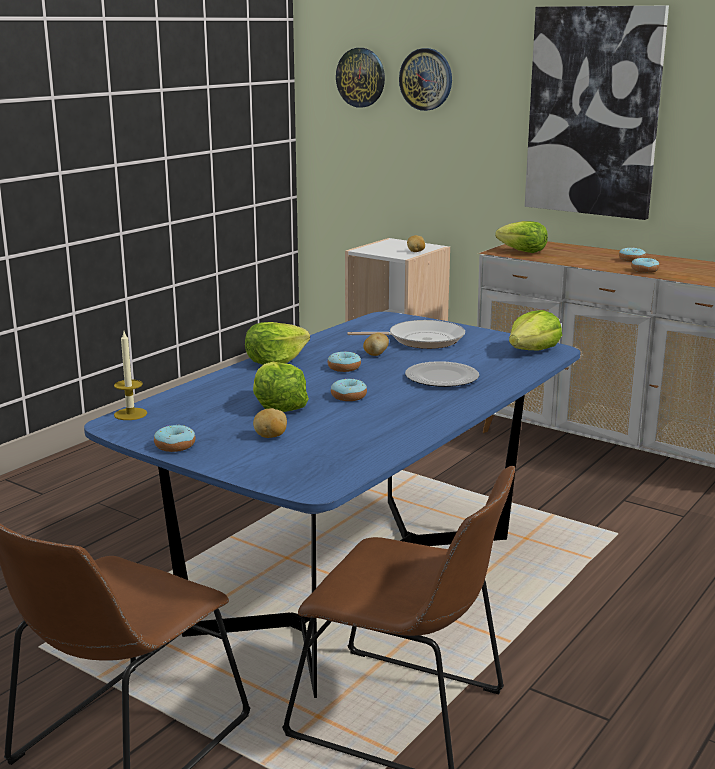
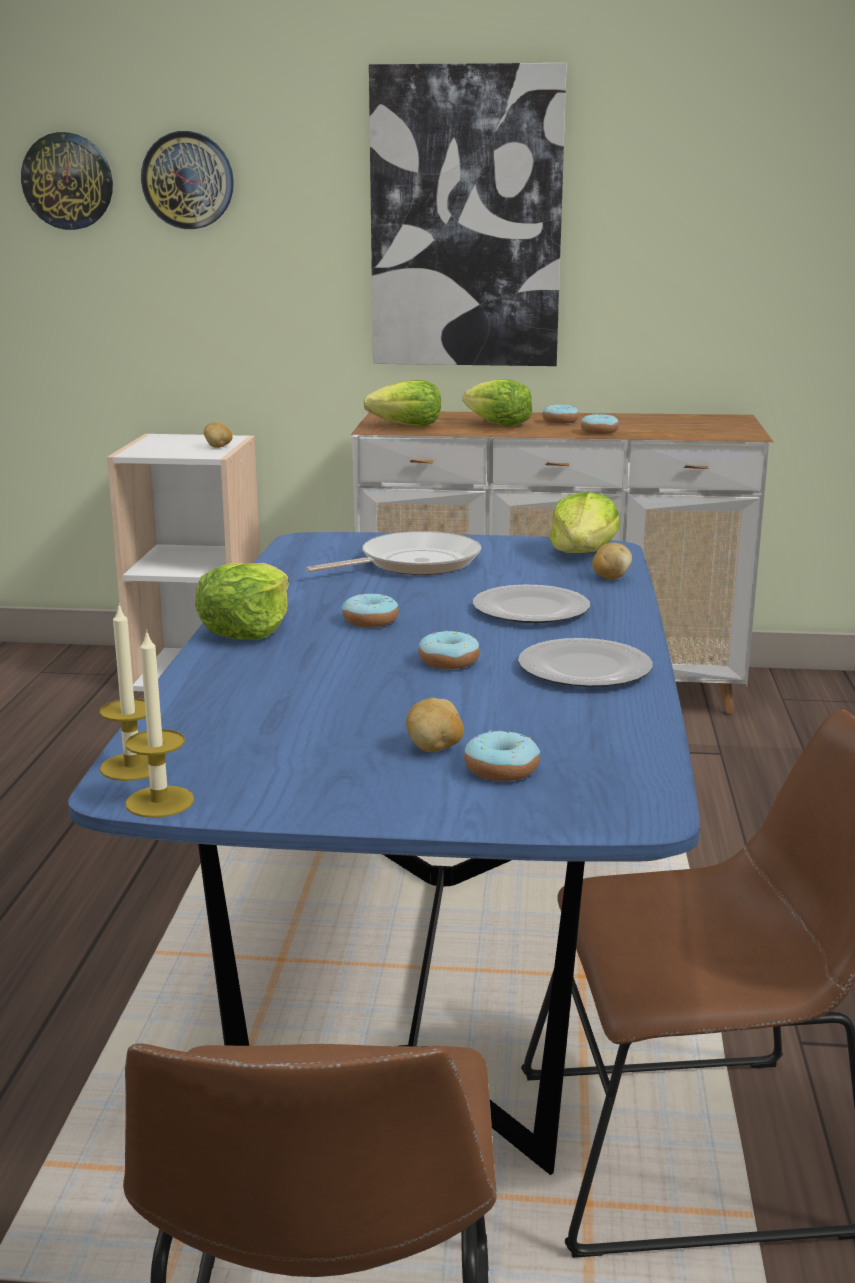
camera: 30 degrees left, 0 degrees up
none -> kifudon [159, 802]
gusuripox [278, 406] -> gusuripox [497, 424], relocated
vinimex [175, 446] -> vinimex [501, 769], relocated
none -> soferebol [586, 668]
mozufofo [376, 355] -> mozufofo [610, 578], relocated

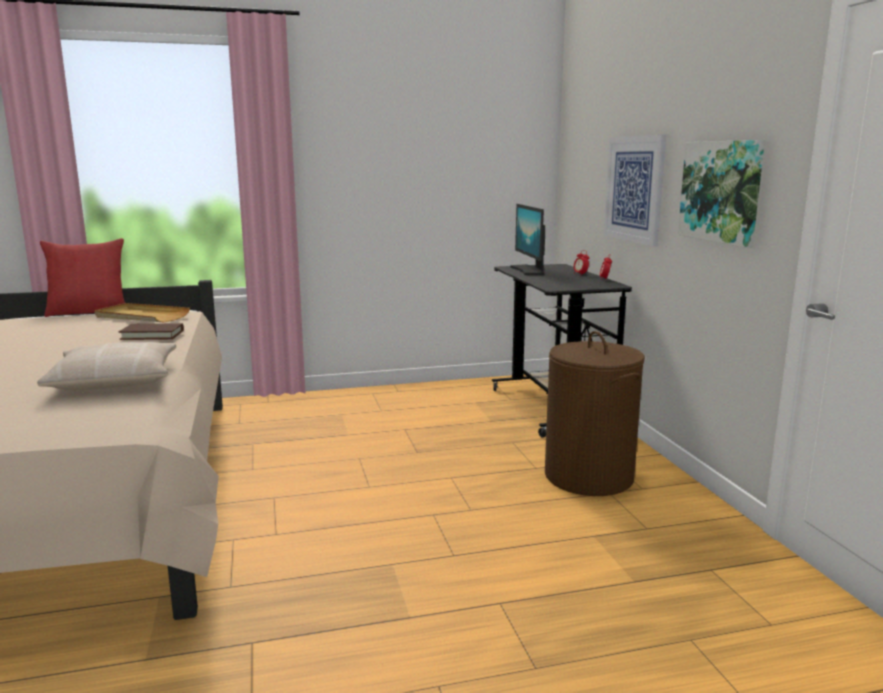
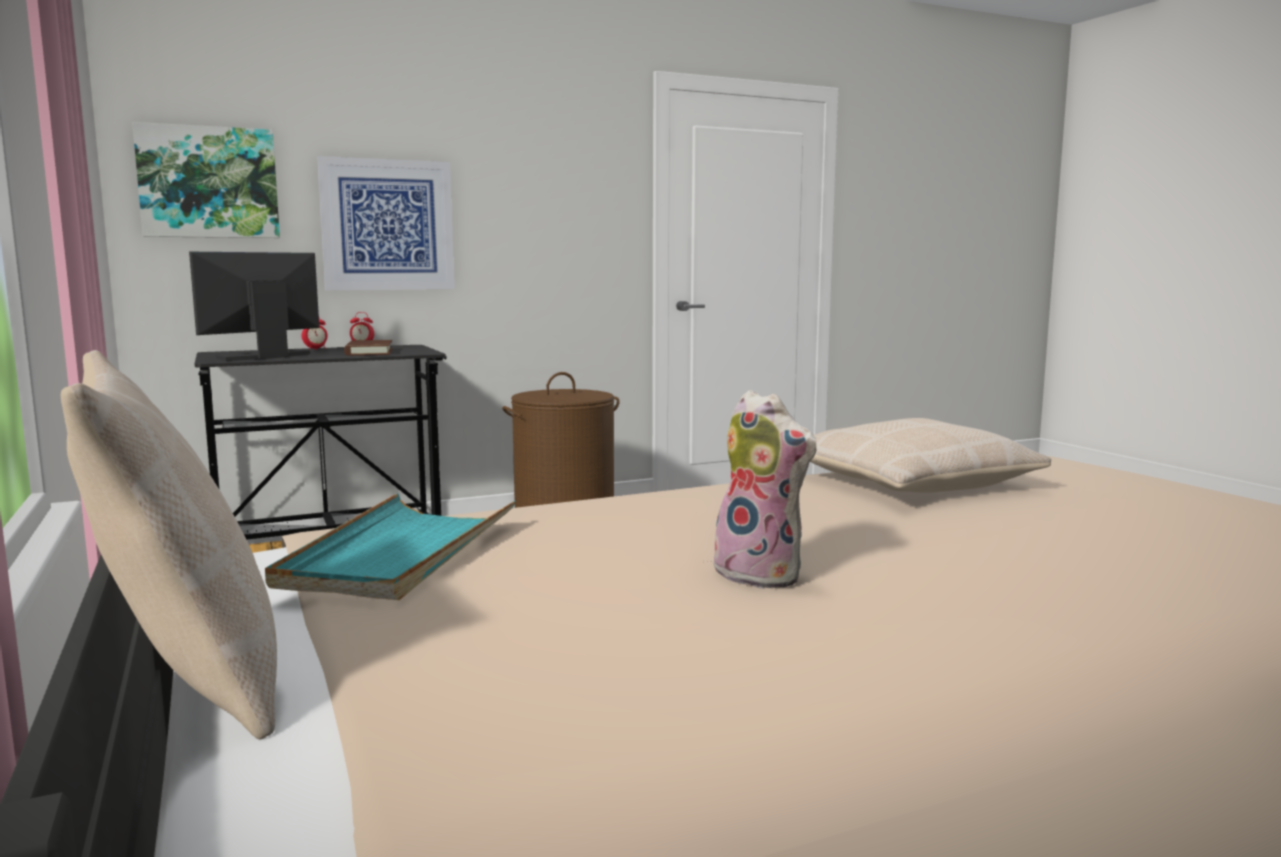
camera: 100 degrees left, 5 degrees down
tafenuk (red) [89, 312] -> tafenuk (beige) [188, 677]
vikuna [721, 191] -> vikuna [208, 182], relocated
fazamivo [529, 270] -> fazamivo [264, 357], 150 degrees clockwise
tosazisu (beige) [141, 316] -> tosazisu (turquoise) [400, 553]
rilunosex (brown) [152, 335] -> rilunosex (brown) [369, 352], relocated
none -> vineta [763, 574]

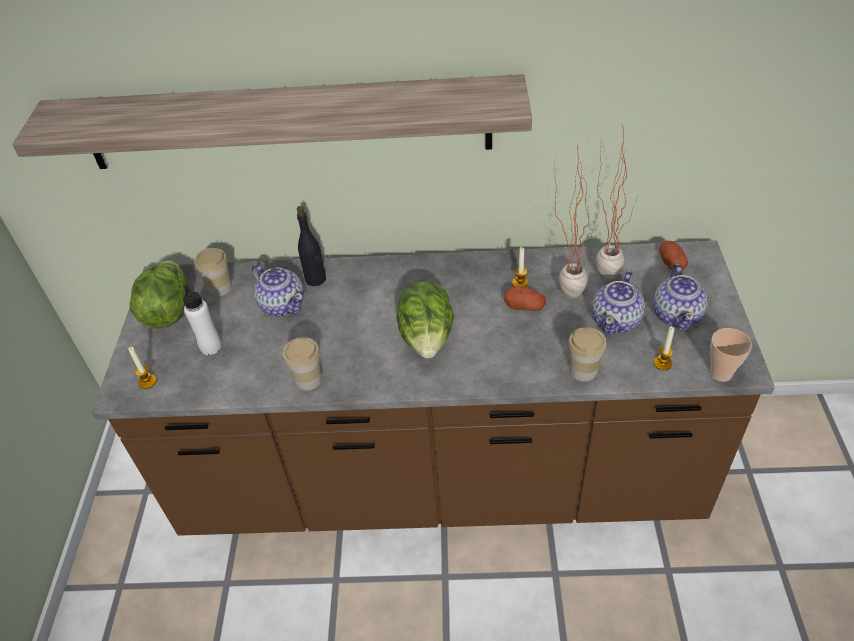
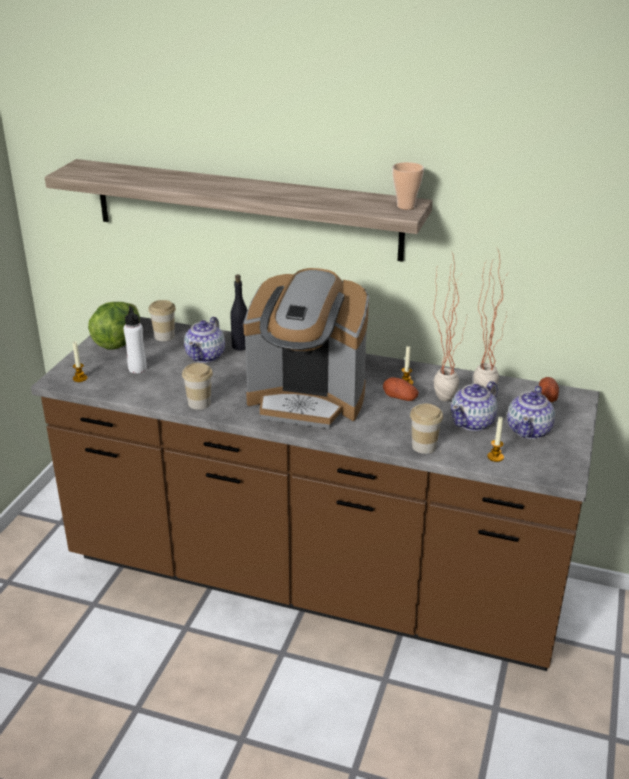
camera: 15 degrees right, 15 degrees down
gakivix [282, 304] -> gakivix [206, 356], 45 degrees clockwise
gusuripox [427, 339] -> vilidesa [307, 400]
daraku [720, 373] -> daraku [405, 206], relocated

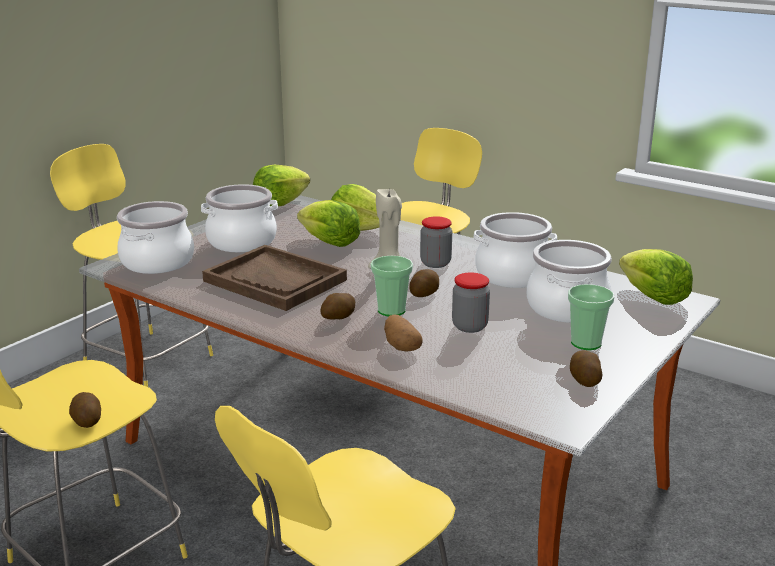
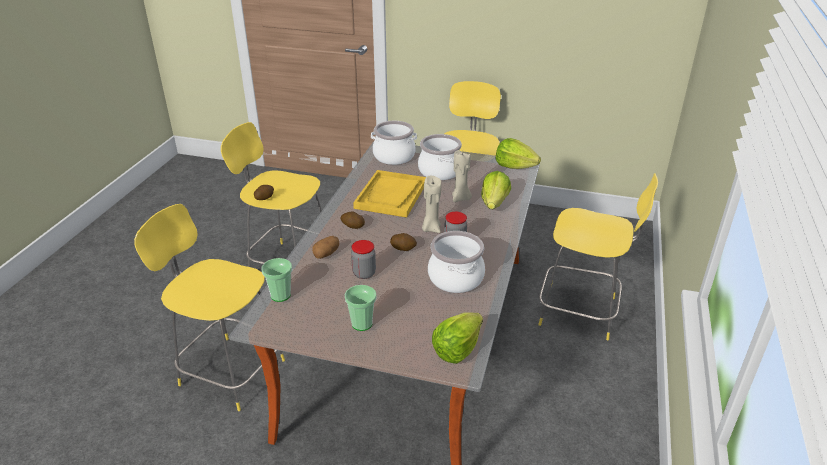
camera: 70 degrees right, 10 degrees up
daraku [391, 310] -> daraku [280, 295], relocated
tosazisu (brown) [275, 280] -> tosazisu (yellow) [391, 195]
gusuripox [329, 242] -> kifudon (beige) [461, 198]
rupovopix [566, 308] -> none
mozufofo [584, 380] -> none

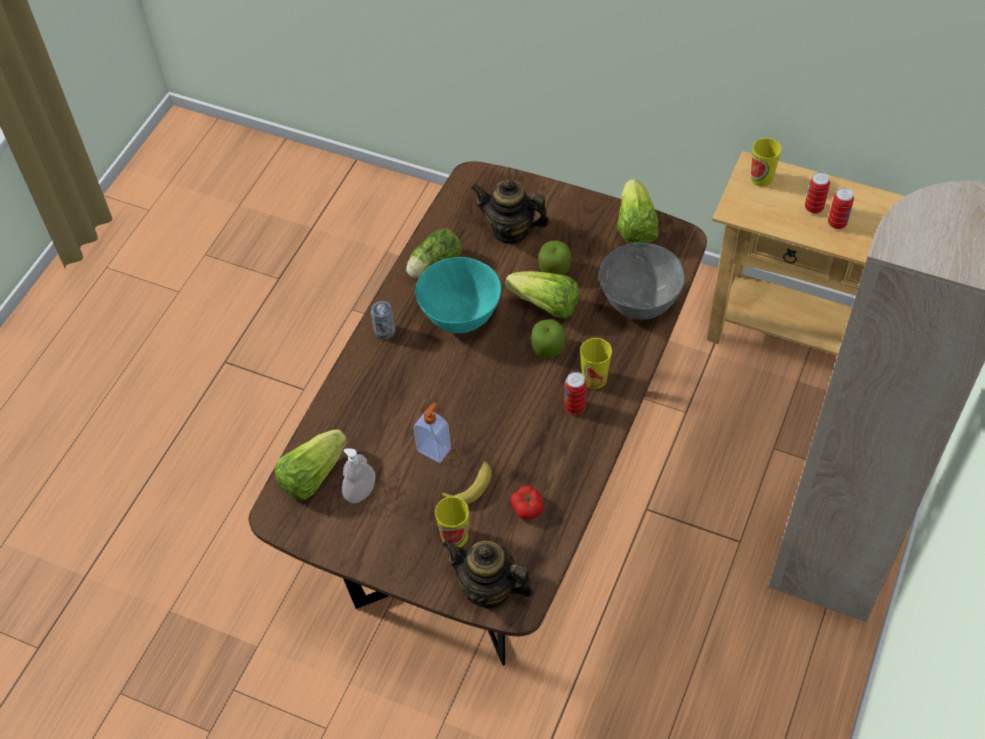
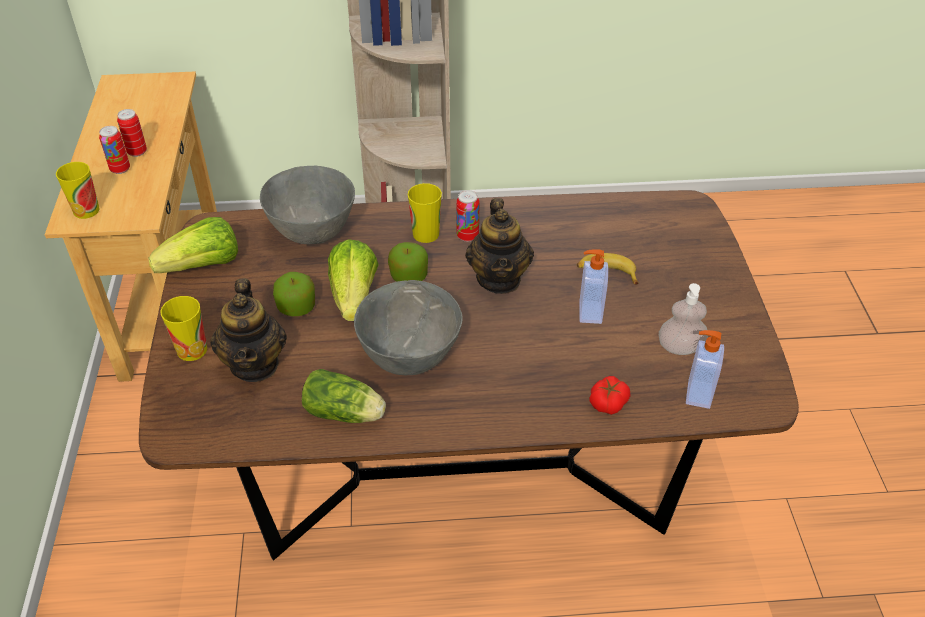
camera: 120 degrees left, 10 degrees down
daraku [454, 536] -> daraku [192, 350], relocated
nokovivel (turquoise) [461, 316] -> nokovivel (grey) [409, 358]
gakivix [488, 589] -> gakivix [499, 278], relocated
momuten [527, 507] -> momuten [608, 402], relocated
gusuripox [312, 475] -> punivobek [697, 394]
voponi [384, 331] -> none

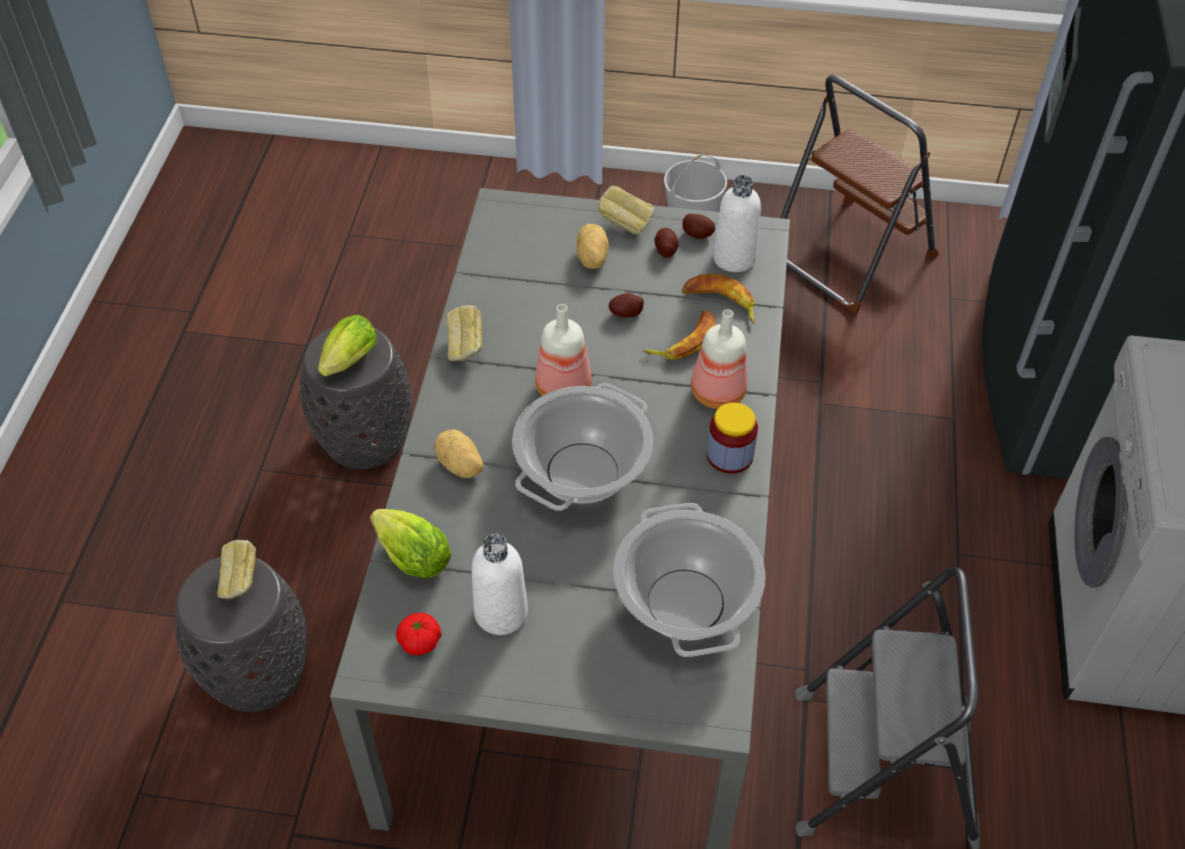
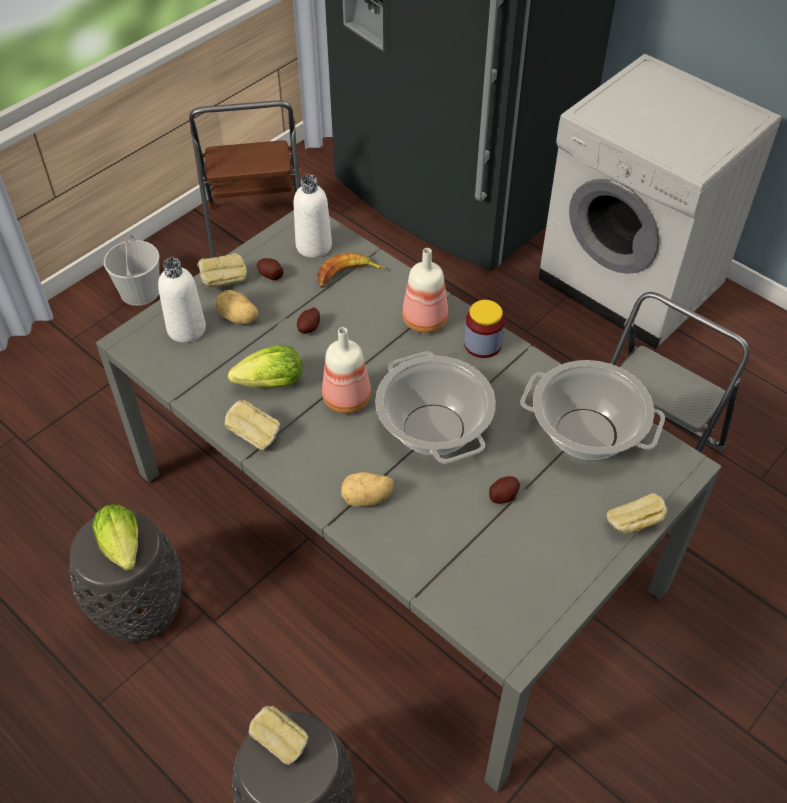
camera: 55 degrees left, 0 degrees up
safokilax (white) [501, 613] -> safokilax (white) [186, 329], relocated
gusuripox [409, 555] -> gusuripox [267, 384], relocated
mozufofo [698, 234] -> mozufofo [503, 495], relocated
none -> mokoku [633, 525]
momuten [420, 642] -> none
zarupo [684, 340] -> none

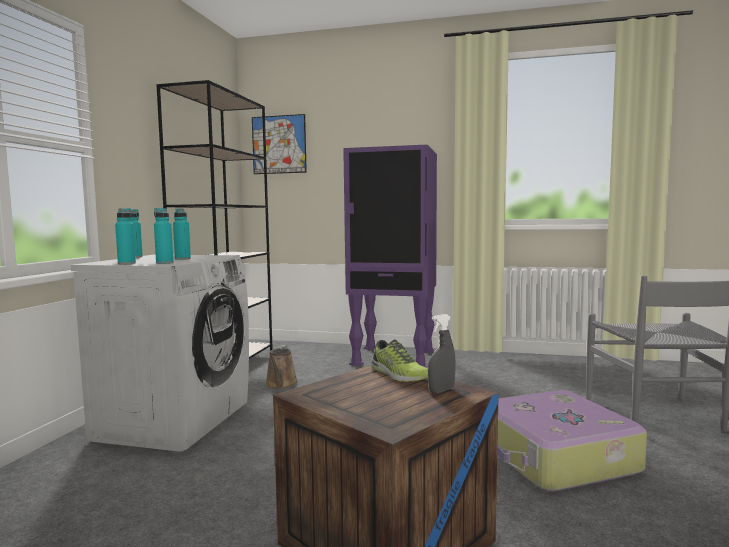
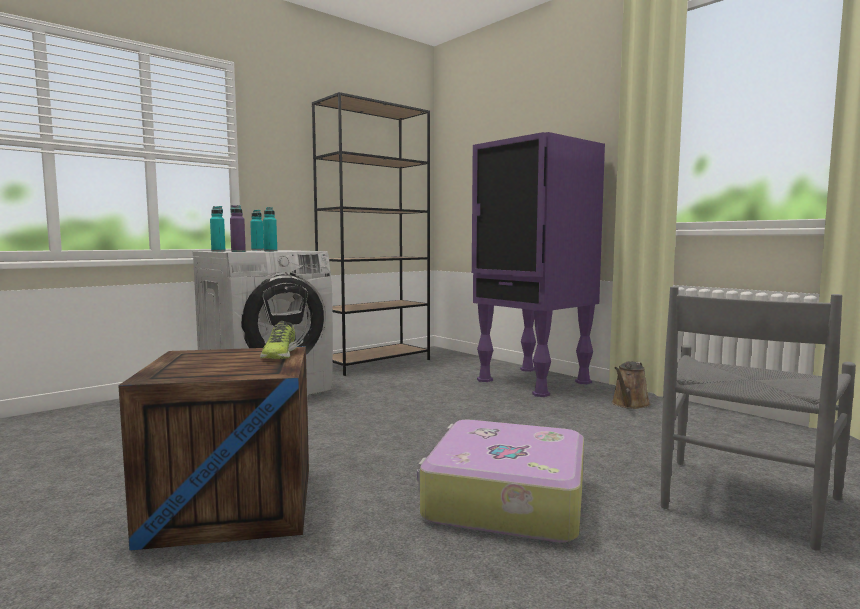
camera: 35 degrees right, 0 degrees up
safokilax (turquoise) [164, 263] -> safokilax (purple) [238, 251]
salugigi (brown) [281, 384] -> salugigi (brown) [629, 404], relocated
vikuna [279, 144] -> none
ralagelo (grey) [441, 390] -> none

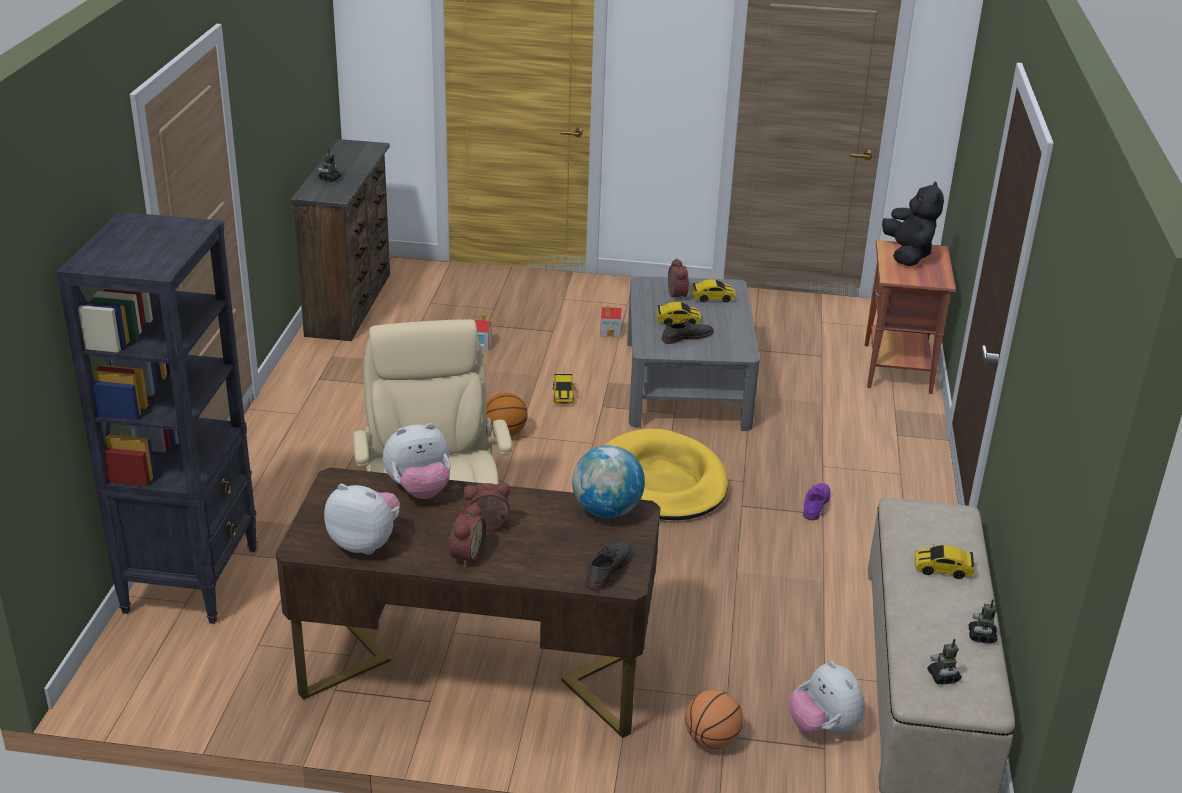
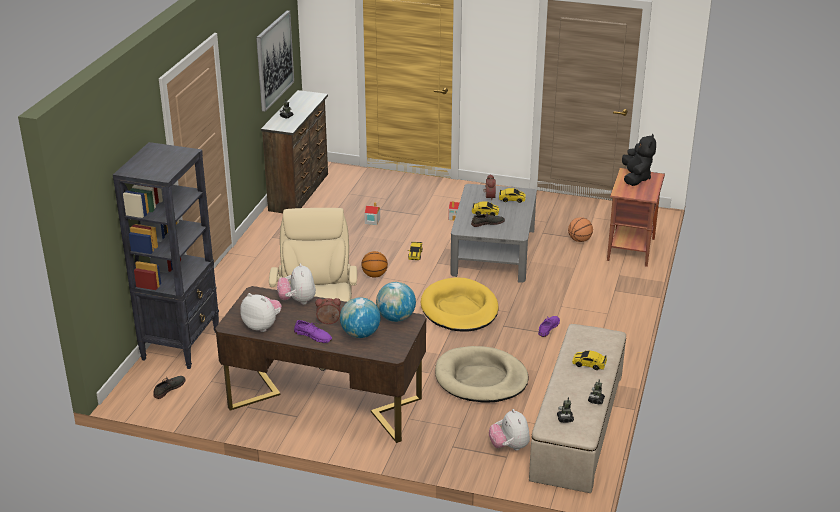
camera: 10 degrees right, 0 degrees up
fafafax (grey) [608, 568] -> fafafax (grey) [169, 388], relocated
none -> vikuna [274, 60]
vineta [419, 490] -> vineta [297, 301], 90 degrees clockwise
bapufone [465, 555] -> fafafax (purple) [313, 335]
none -> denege [360, 334]
none -> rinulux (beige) [481, 379]
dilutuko [711, 740] -> dilutuko [579, 240], relocated

